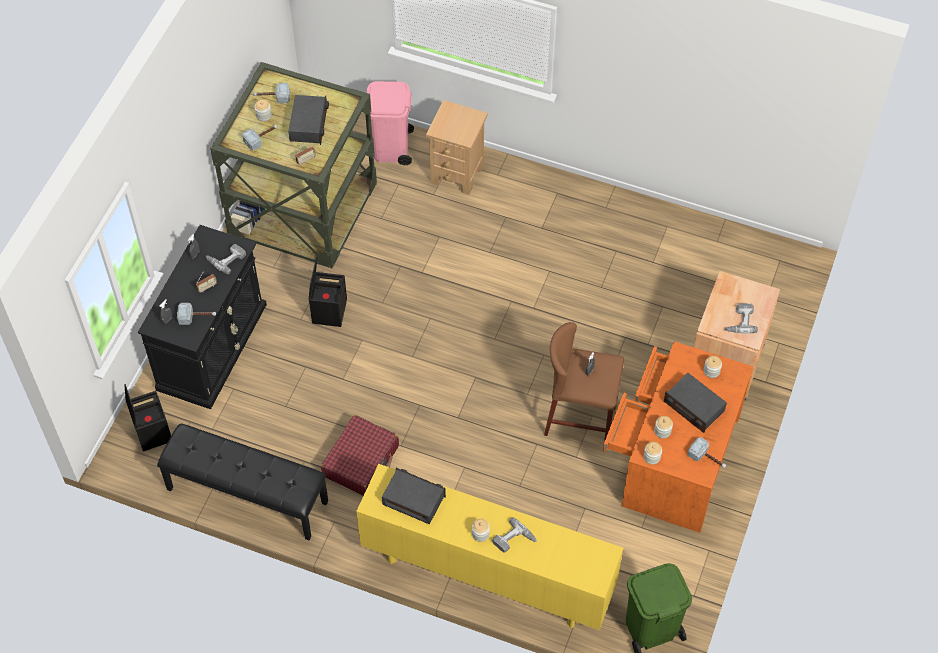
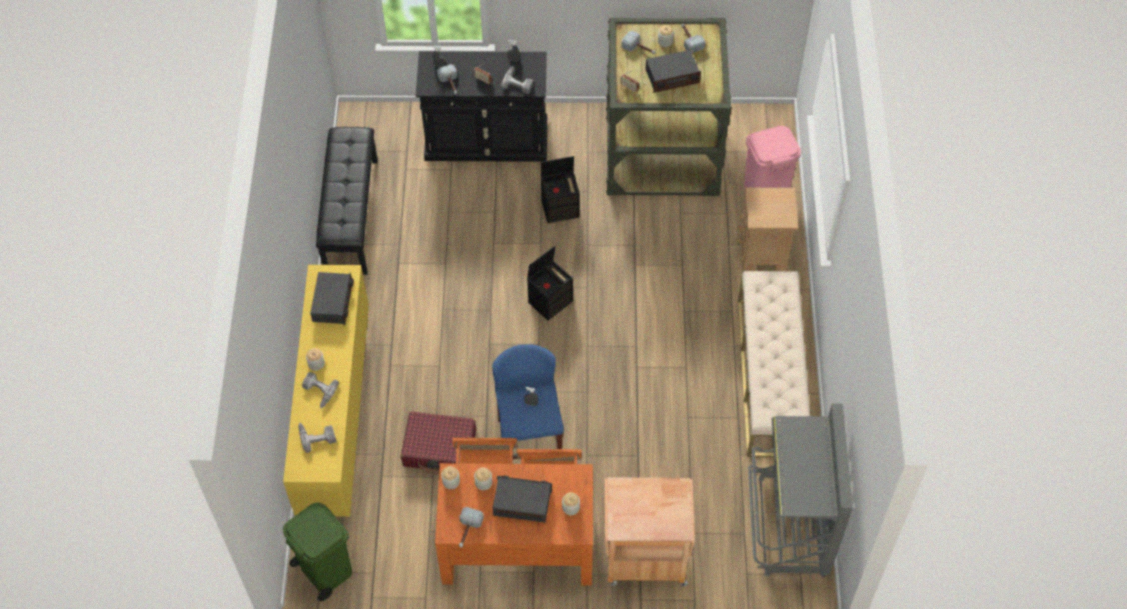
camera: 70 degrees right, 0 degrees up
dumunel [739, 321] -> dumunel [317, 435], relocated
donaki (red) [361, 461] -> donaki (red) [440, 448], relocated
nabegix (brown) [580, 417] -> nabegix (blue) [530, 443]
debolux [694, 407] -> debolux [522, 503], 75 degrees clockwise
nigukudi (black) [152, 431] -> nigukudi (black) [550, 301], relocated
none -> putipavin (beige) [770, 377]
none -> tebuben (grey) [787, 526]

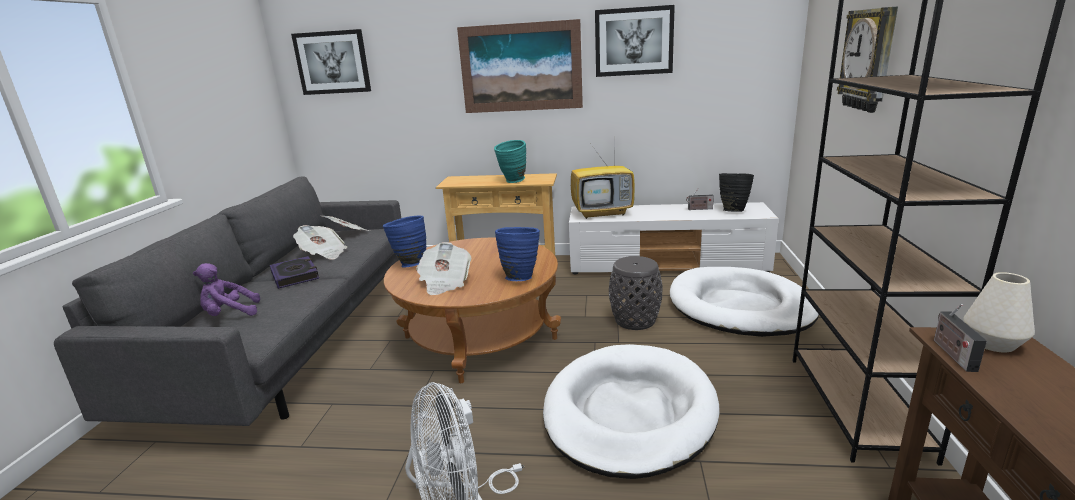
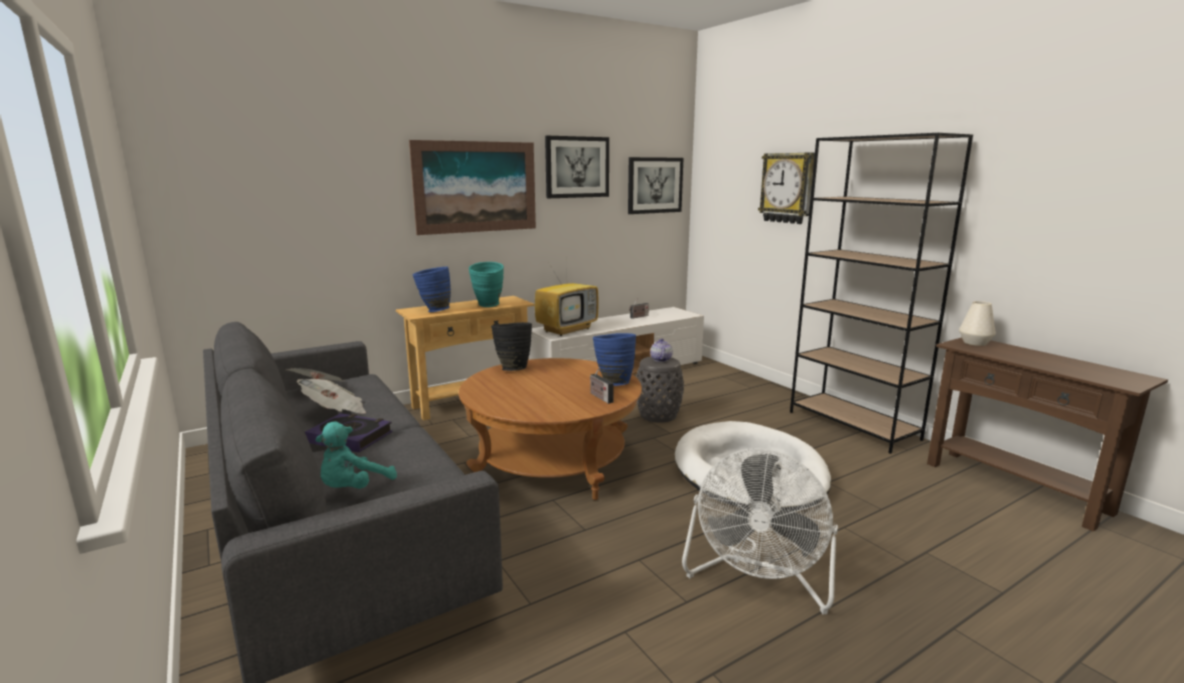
camera: 40 degrees left, 5 degrees down
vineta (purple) [230, 314] -> vineta (turquoise) [353, 488]
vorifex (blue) [409, 264] -> vorifex (blue) [433, 311], relocated
vorifex (black) [733, 210] -> vorifex (black) [512, 368], relocated
debolux [952, 353] -> debolux [600, 397], relocated
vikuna [332, 62] -> vikuna [654, 185], relocated
none -> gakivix [660, 359]
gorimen [444, 282] -> none
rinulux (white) [739, 307] -> none

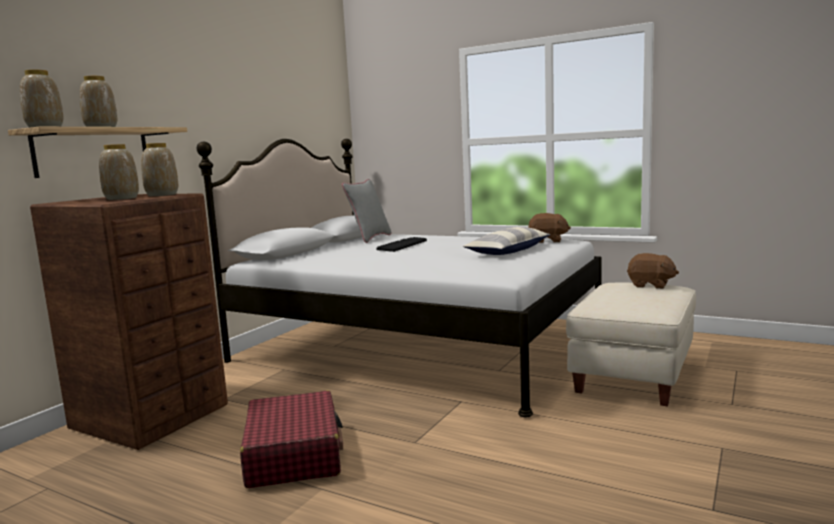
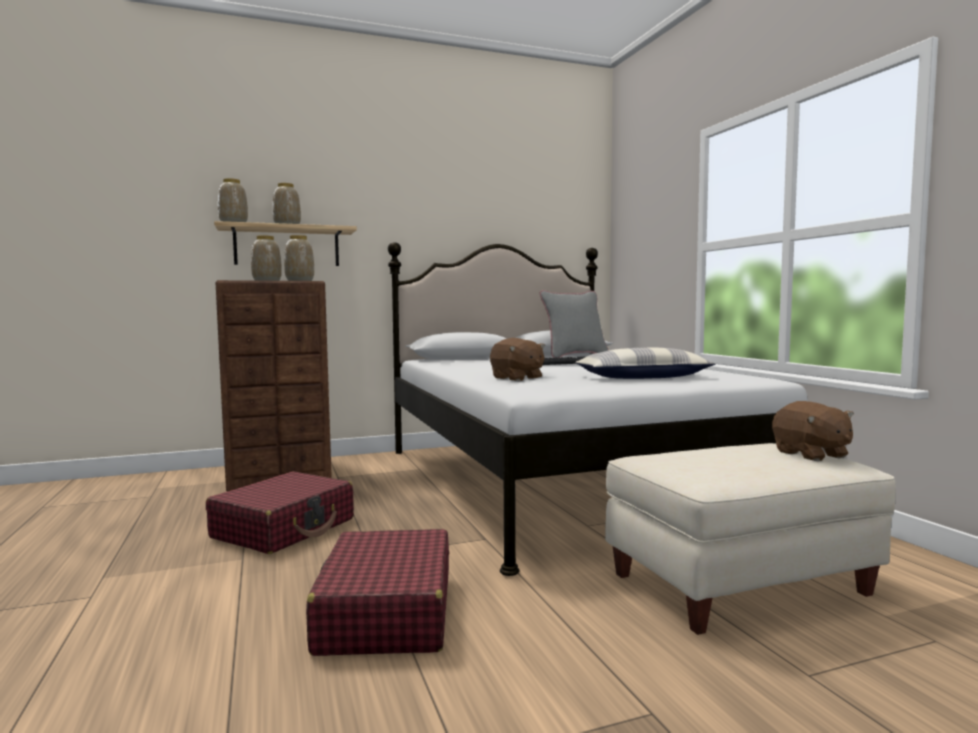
camera: 40 degrees right, 5 degrees down
none -> donaki (red) [386, 613]
vineta (brown) [547, 241] -> vineta (brown) [517, 378], relocated

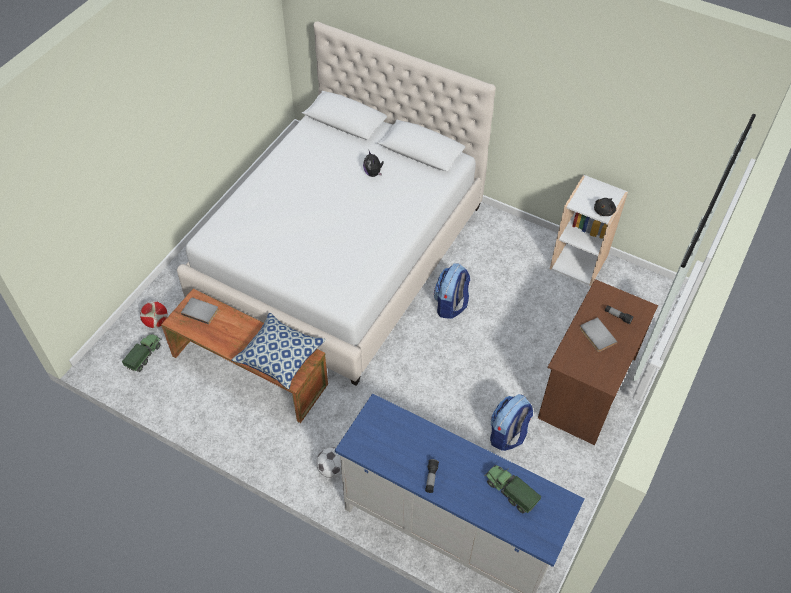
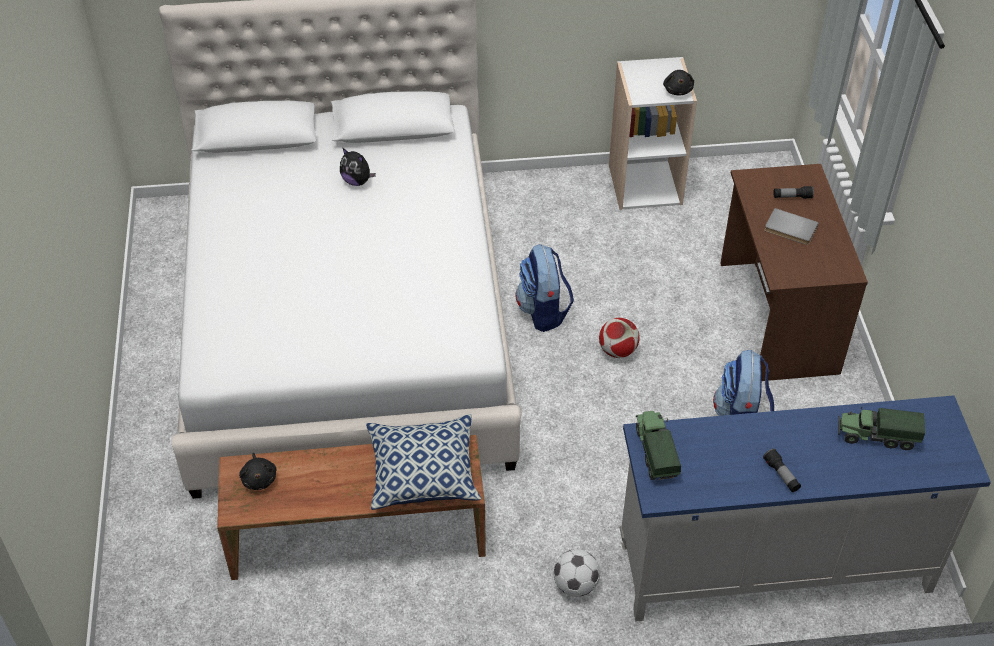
camera: 35 degrees left, 5 degrees down
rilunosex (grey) [201, 311] -> vineta (black) [259, 478]
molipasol [156, 322] -> molipasol [617, 350], relocated
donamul [144, 356] -> donamul [655, 452], relocated

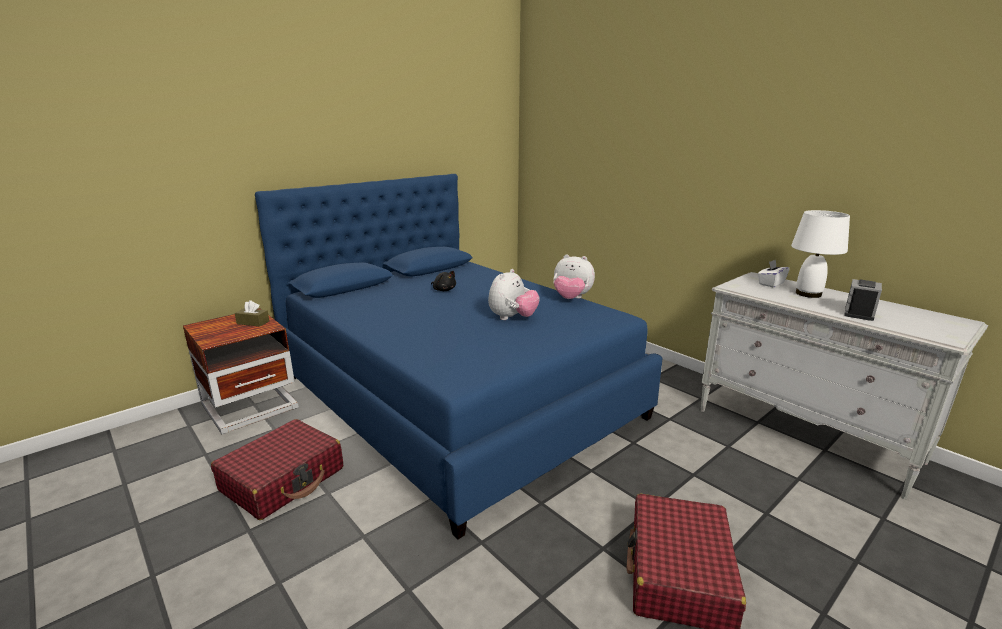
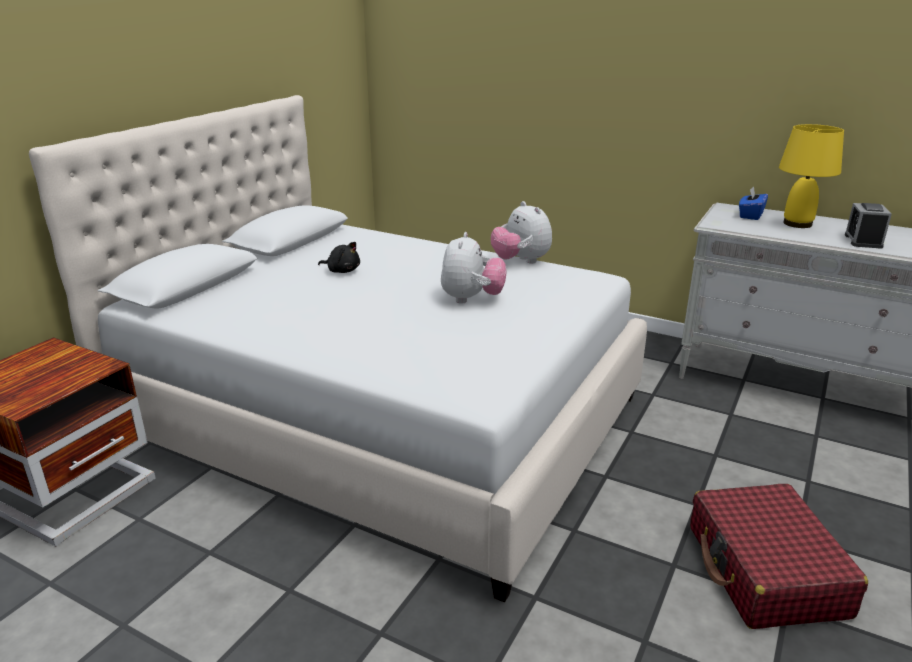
camera: 20 degrees left, 5 degrees up
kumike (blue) [457, 396] -> kumike (white) [381, 416]
vineta [571, 298] -> vineta [521, 261], 60 degrees clockwise
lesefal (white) [771, 283] -> lesefal (blue) [750, 215]
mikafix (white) [809, 294] -> mikafix (yellow) [798, 224]
donaki (red) [283, 479] -> none
lesefal (brown) [253, 322] -> none

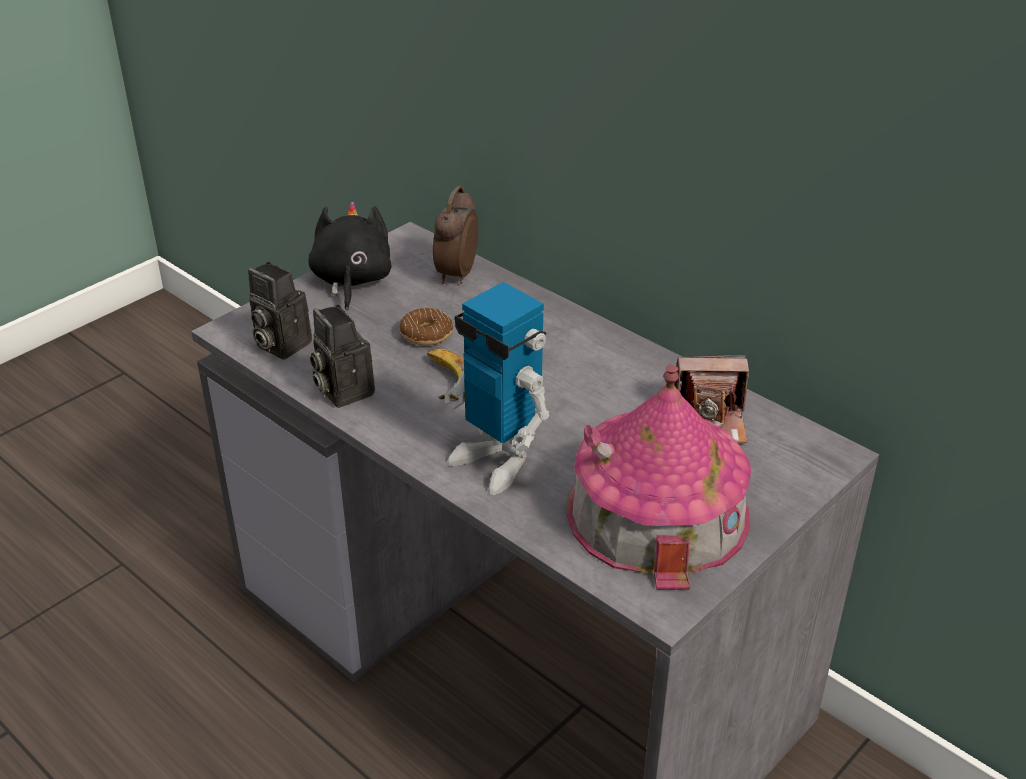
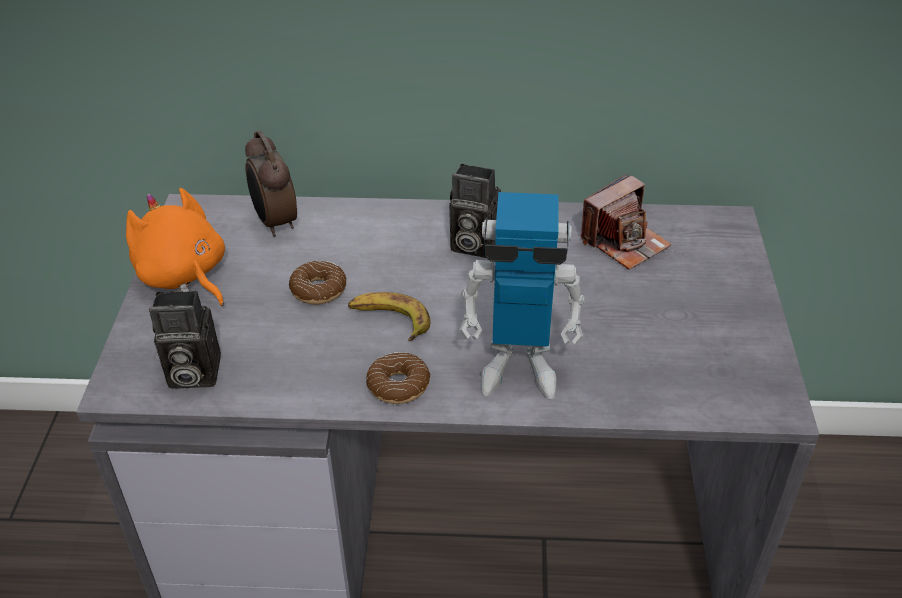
camera: 40 degrees left, 5 degrees up
vineta (black) [351, 281] -> vineta (orange) [184, 276]
none -> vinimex [398, 385]
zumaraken [342, 390] -> zumaraken [471, 244], relocated
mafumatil [657, 513] -> none

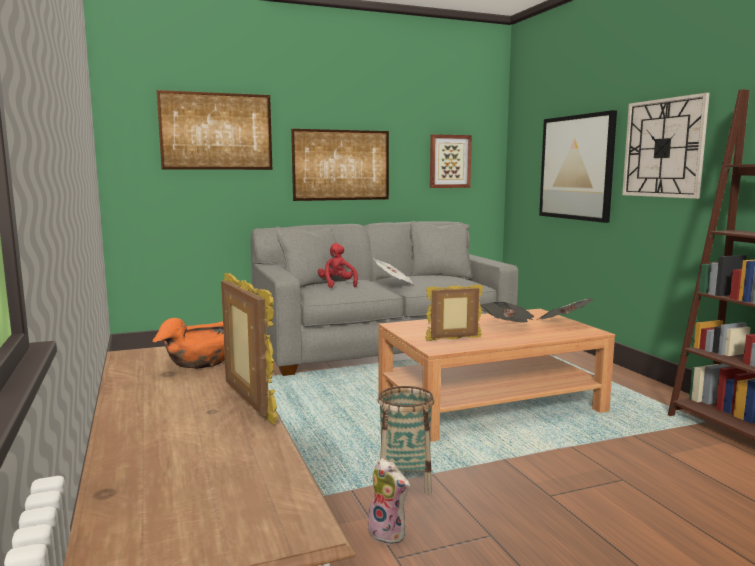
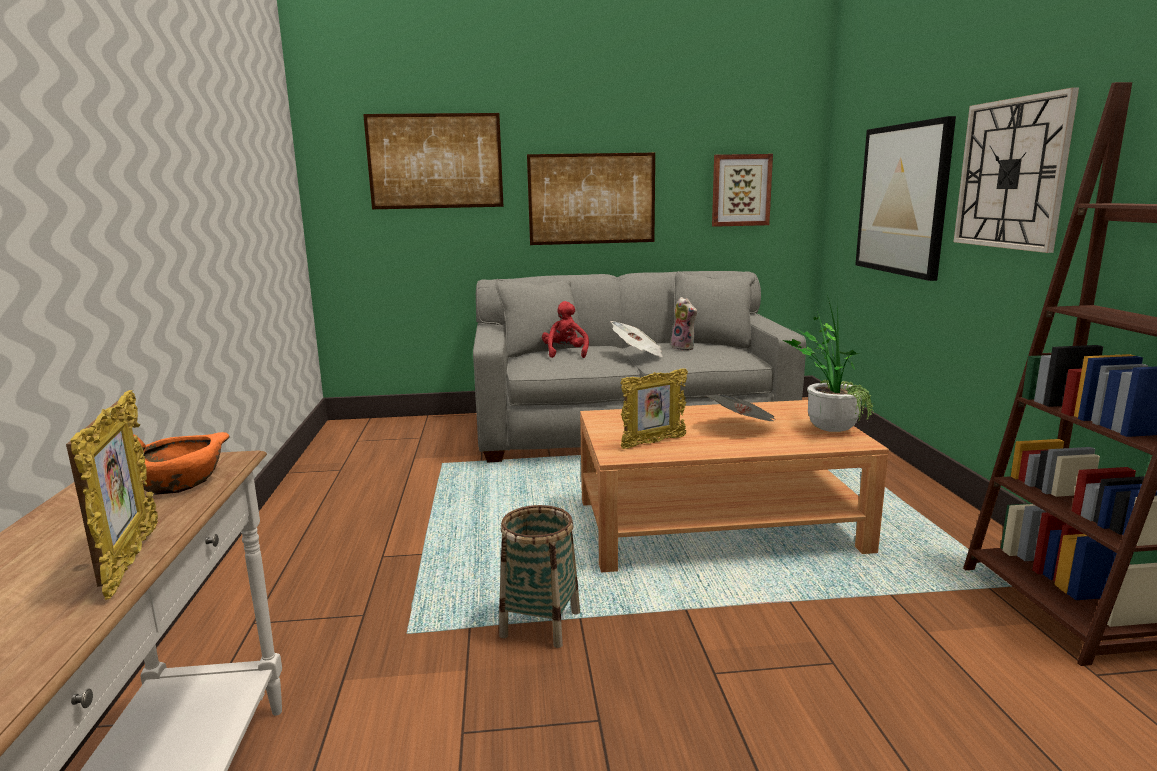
camera: 15 degrees right, 5 degrees up
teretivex [454, 340] -> teretivex [653, 443], 150 degrees clockwise
vineta [389, 533] -> vineta [684, 348], relocated
gorimen [563, 323] -> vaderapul [826, 426]

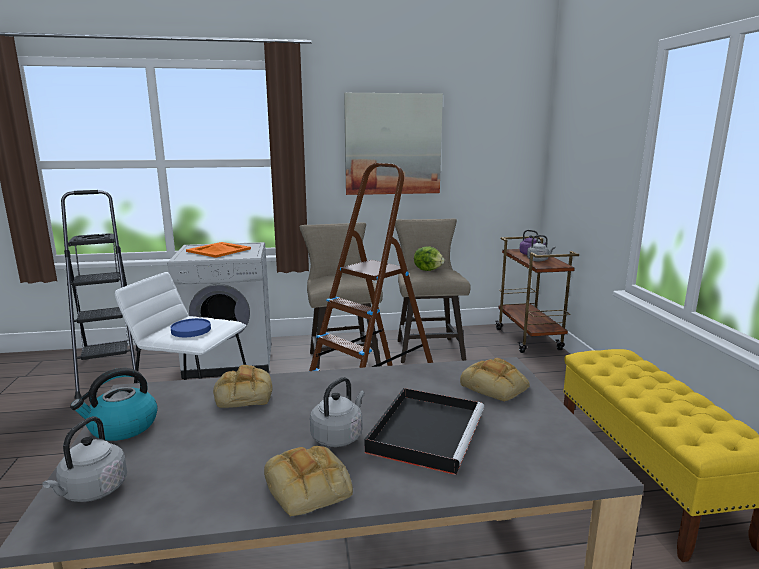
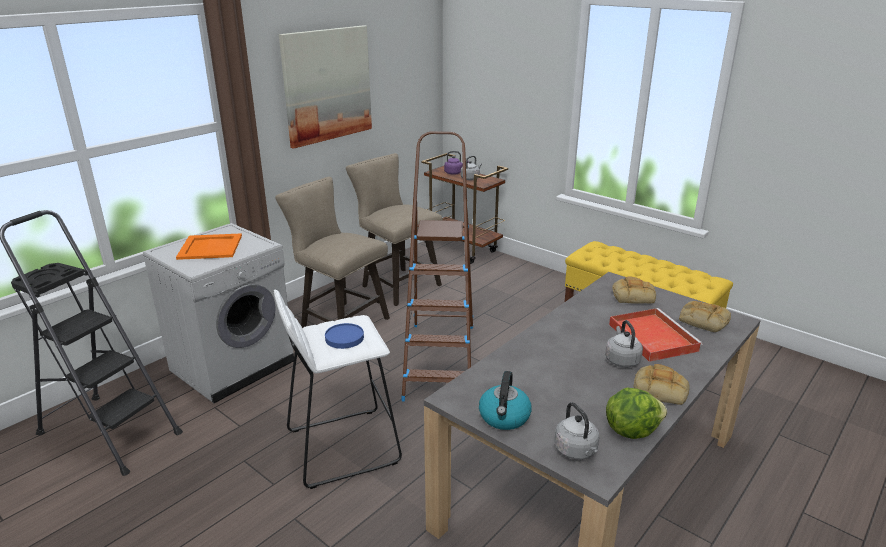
camera: 40 degrees left, 10 degrees up
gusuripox [428, 270] -> gusuripox [631, 430], relocated
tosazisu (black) [426, 431] -> tosazisu (red) [651, 336]
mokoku [243, 394] -> mokoku [702, 321], relocated

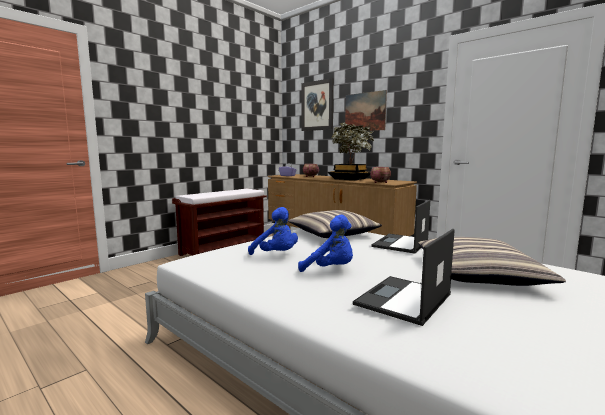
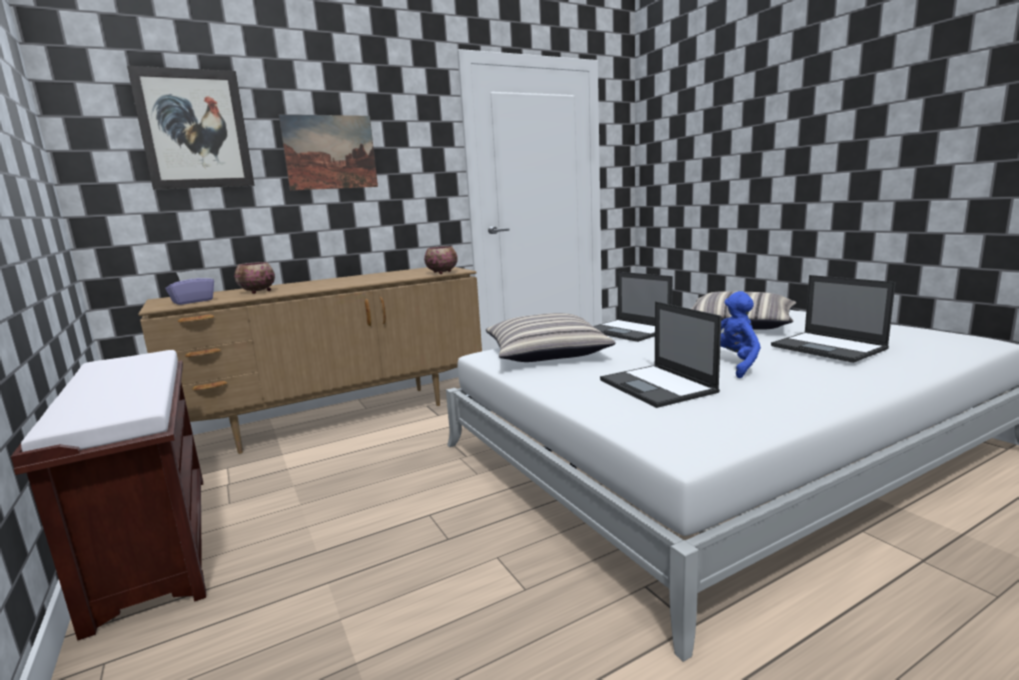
camera: 70 degrees left, 5 degrees up
vineta (blue) [276, 255] -> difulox [658, 386]
vaderapul [349, 179] -> none

